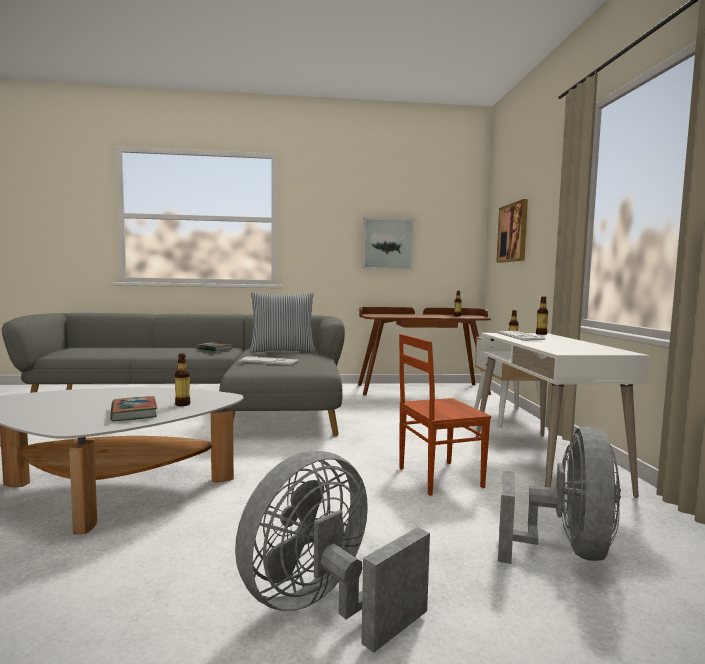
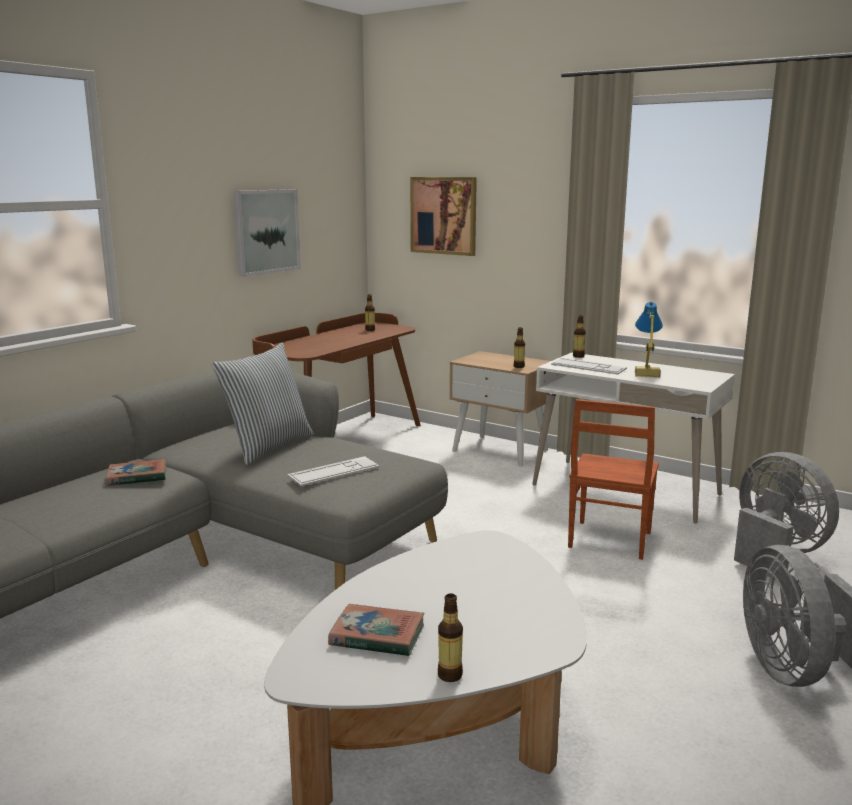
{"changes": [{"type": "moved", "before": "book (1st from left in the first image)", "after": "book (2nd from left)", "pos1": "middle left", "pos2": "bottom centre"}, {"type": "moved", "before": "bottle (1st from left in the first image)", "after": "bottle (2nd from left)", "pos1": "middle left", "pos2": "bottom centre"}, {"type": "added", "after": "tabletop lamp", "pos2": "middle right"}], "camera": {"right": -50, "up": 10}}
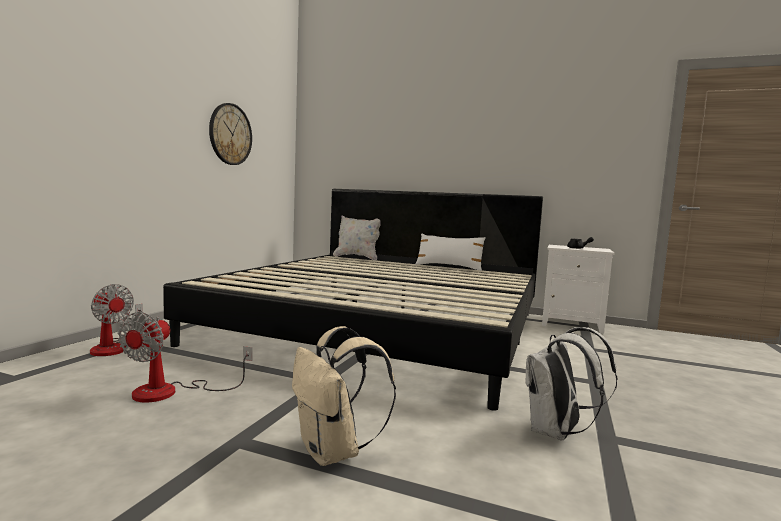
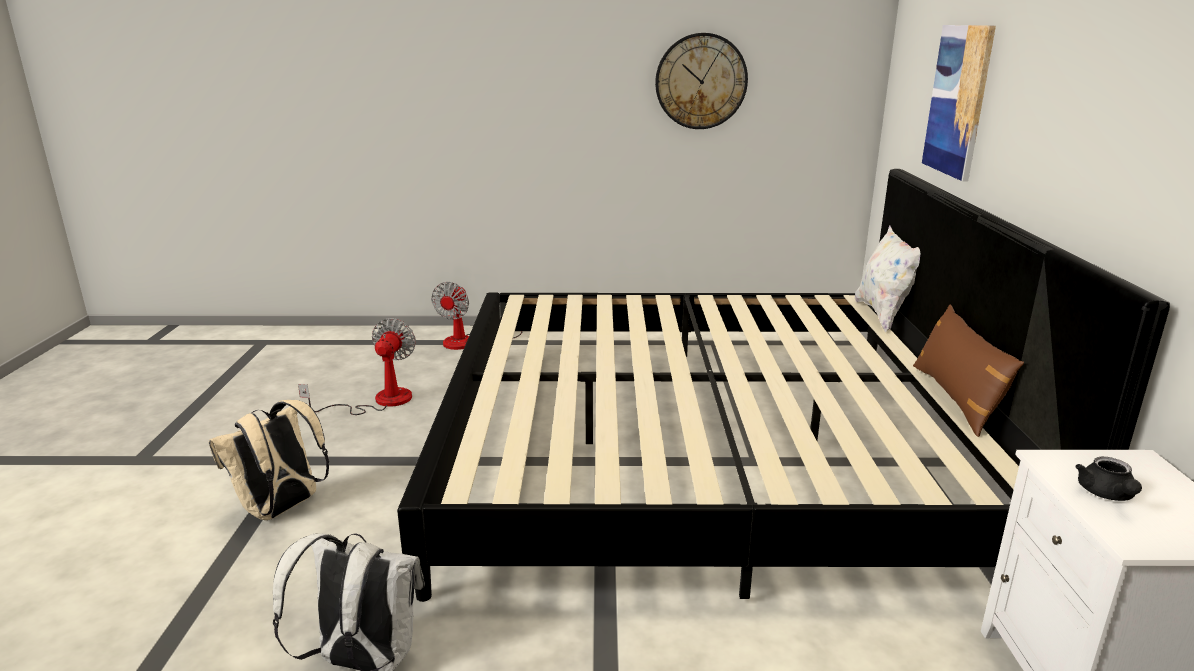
{"changes": [{"type": "turned", "before": "electric fan (2nd from left in the first image)", "pos1": "bottom left", "pos2": "middle left", "turn": 105}, {"type": "recoloured", "before": "pillow/whitish (2nd from left)", "after": "pillow/brownish", "pos1": "centre", "pos2": "middle right"}, {"type": "added", "after": "wall art", "pos2": "top right"}], "camera": {"right": 70, "up": 15}}
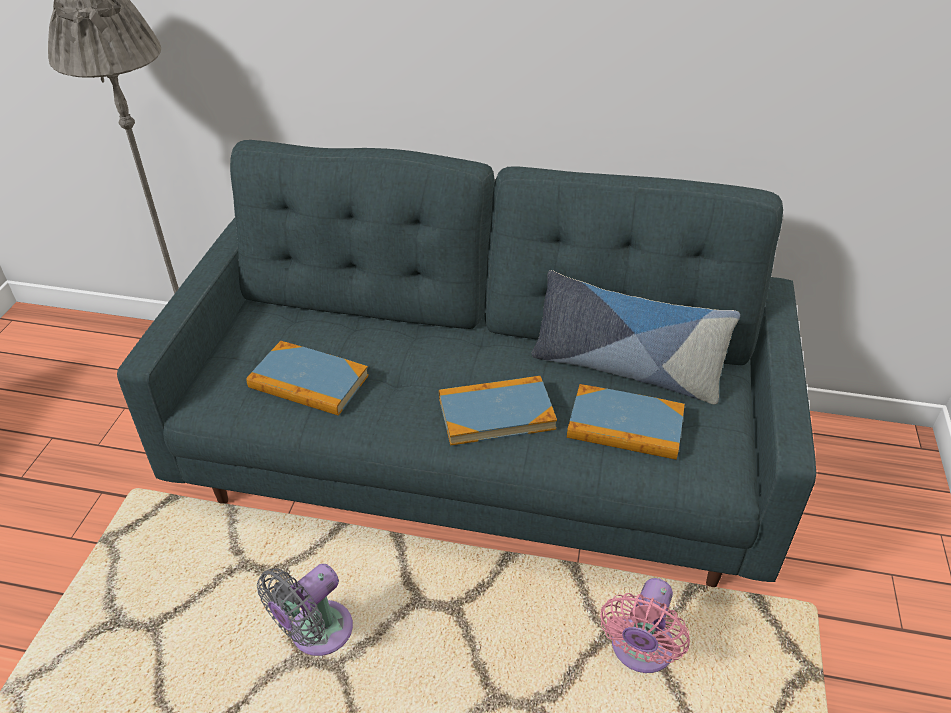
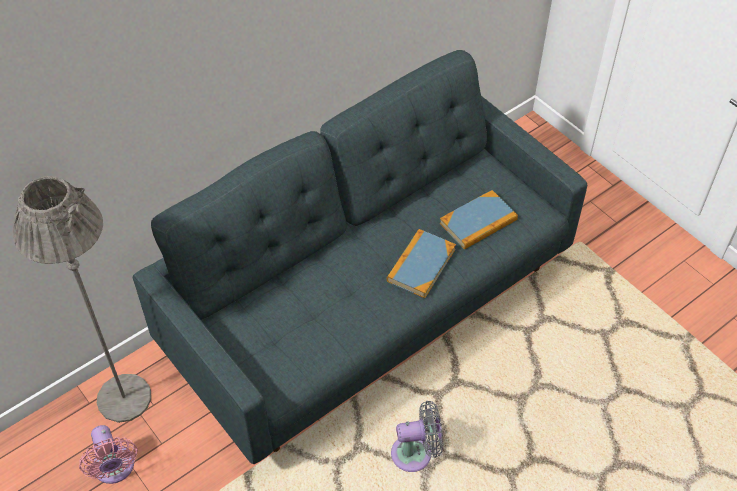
{"changes": [{"type": "removed", "before": "book (1st from left)", "pos1": "middle left"}, {"type": "turned", "before": "electric fan/gray", "pos1": "bottom left", "pos2": "bottom centre", "turn": -90}, {"type": "removed", "before": "pillow", "pos1": "middle right"}, {"type": "moved", "before": "electric fan/pinkish", "pos1": "bottom right", "pos2": "bottom left"}], "camera": {"right": -50, "up": 10}}
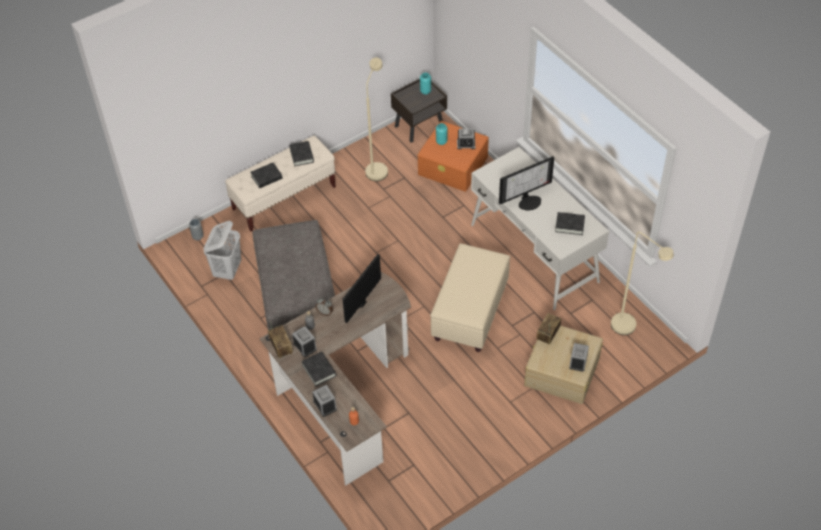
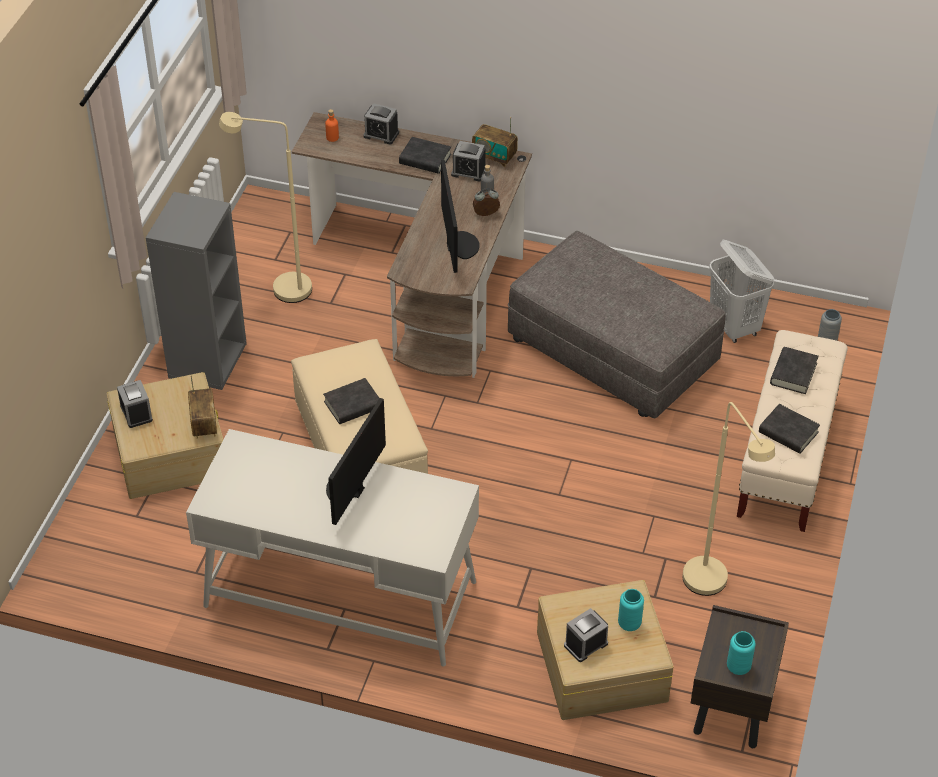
{"changes": [{"type": "recoloured", "before": "storage bin/orange", "after": "storage bin/sand-coloured (2nd from left)", "pos1": "top centre", "pos2": "bottom centre"}, {"type": "moved", "before": "book/black-coloured (4th from left in the first image)", "after": "book/black-coloured (1st from left)", "pos1": "middle right", "pos2": "centre"}, {"type": "moved", "before": "standard lamp/sand-coloured (2nd from left in the first image)", "after": "standard lamp/sand-coloured (1st from left)", "pos1": "middle right", "pos2": "top left"}, {"type": "added", "after": "shelving unit/gray", "pos2": "middle left"}], "camera": {"right": 140, "up": -5}}
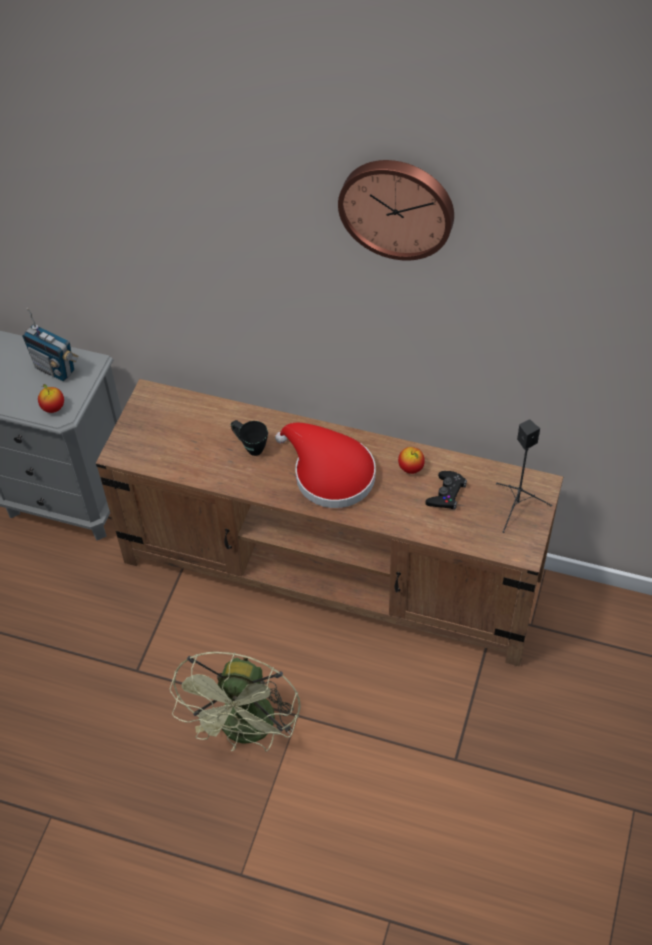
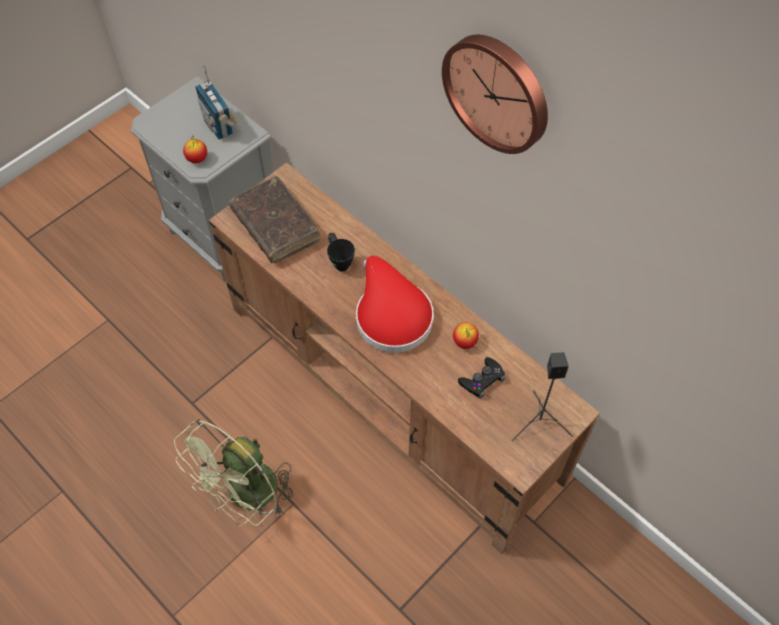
{"changes": [{"type": "added", "after": "book/brownish", "pos2": "centre"}], "camera": {"right": 25, "up": 5}}
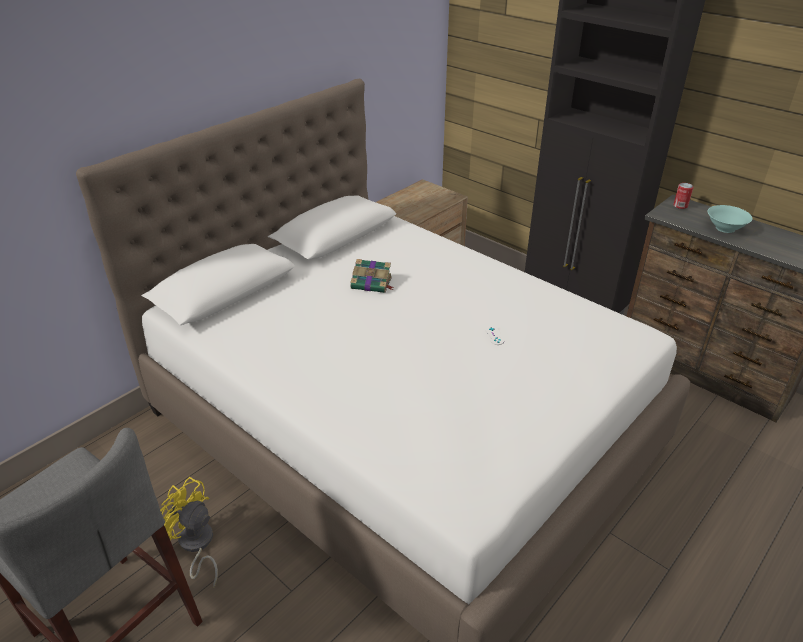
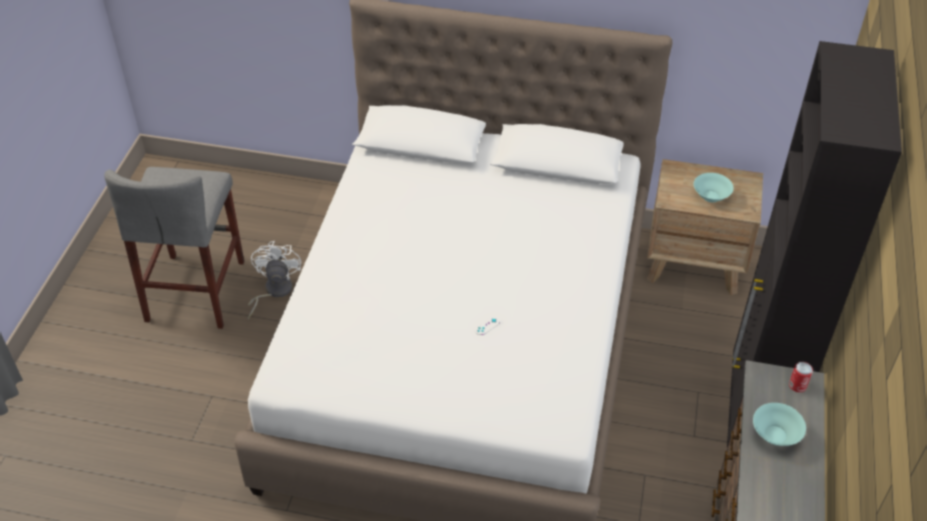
{"changes": [{"type": "recoloured", "before": "electric fan/yellowish", "after": "electric fan/whitish", "pos1": "bottom left", "pos2": "middle left"}, {"type": "removed", "before": "book", "pos1": "centre"}, {"type": "added", "after": "serving bowl/blue-green (1st from left)", "pos2": "middle right"}], "camera": {"right": 60, "up": 10}}
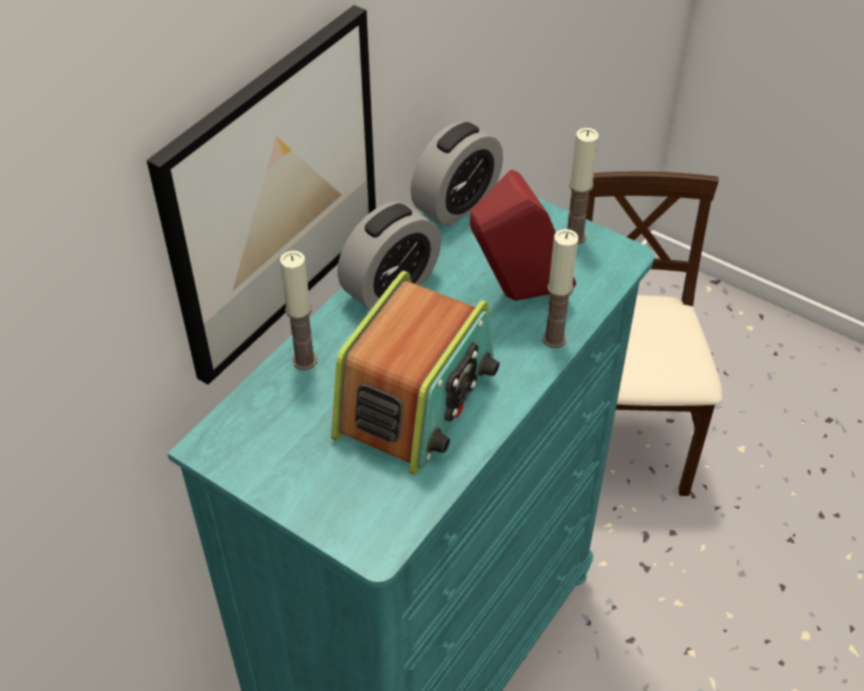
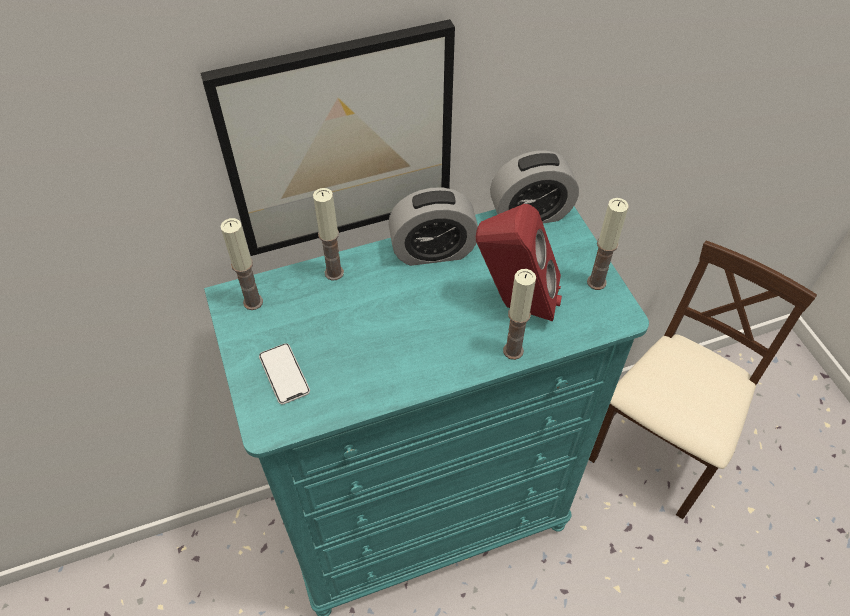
{"changes": [{"type": "removed", "before": "radio", "pos1": "centre"}, {"type": "added", "after": "candle (1st from left)", "pos2": "middle left"}, {"type": "added", "after": "handset", "pos2": "centre"}], "camera": {"right": 35, "up": 5}}
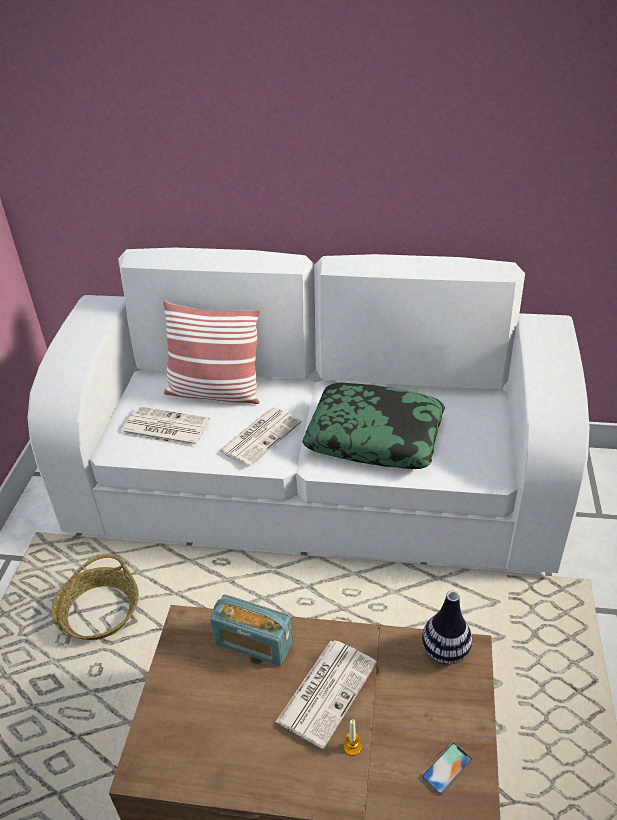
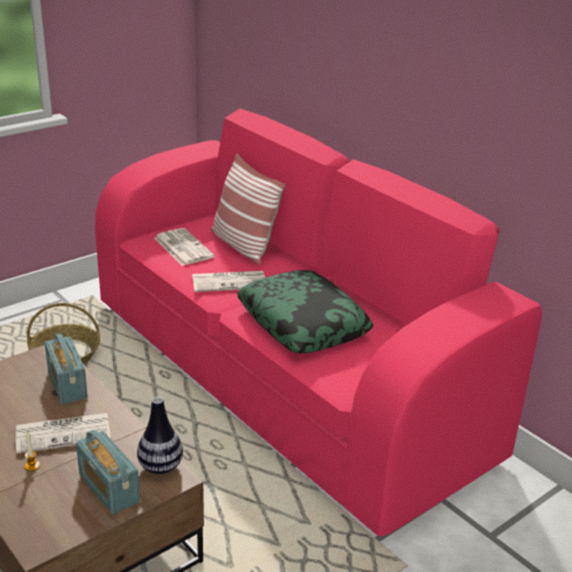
{"changes": [{"type": "recoloured", "before": "settee/whitish", "after": "settee/pinkish", "pos1": "centre", "pos2": "centre"}, {"type": "removed", "before": "handset", "pos1": "bottom right"}, {"type": "added", "after": "radio (2nd from left)", "pos2": "bottom left"}], "camera": {"right": 40, "up": -10}}
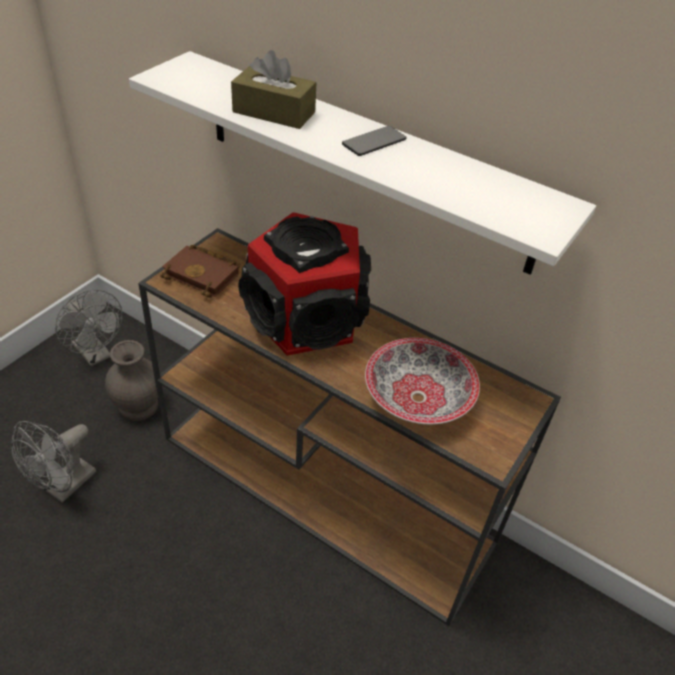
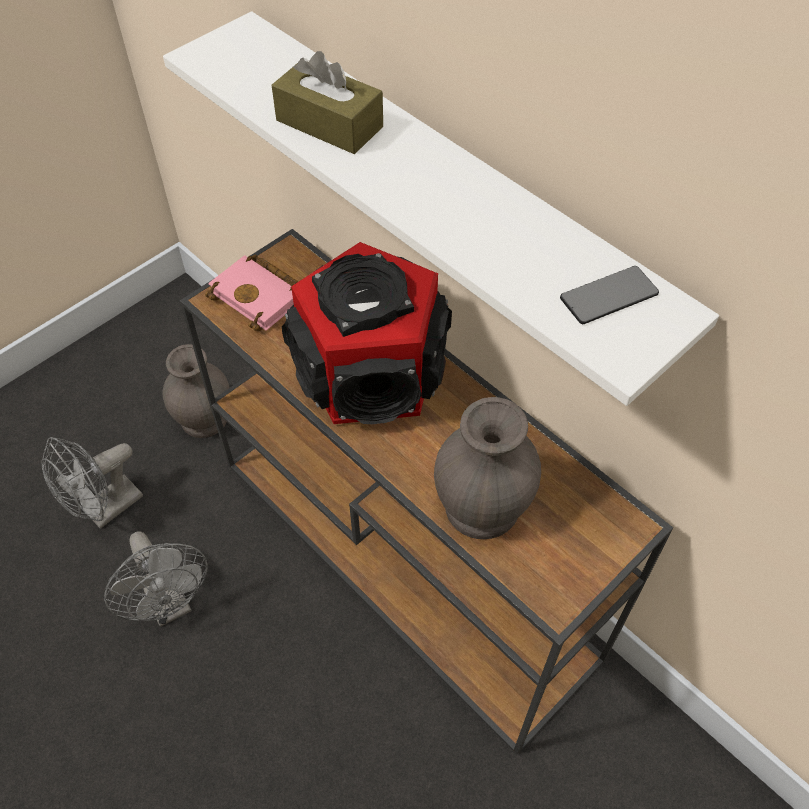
{"changes": [{"type": "moved", "before": "electric fan/gray (2nd from left)", "pos1": "middle left", "pos2": "bottom left"}, {"type": "recoloured", "before": "book/brownish", "after": "book/pinkish", "pos1": "middle left", "pos2": "middle left"}, {"type": "moved", "before": "handset", "pos1": "top centre", "pos2": "middle right"}, {"type": "replaced", "before": "serving bowl", "after": "decorative vase/gray (2nd from left)", "pos1": "centre", "pos2": "centre"}], "camera": {"right": 15, "up": 10}}
